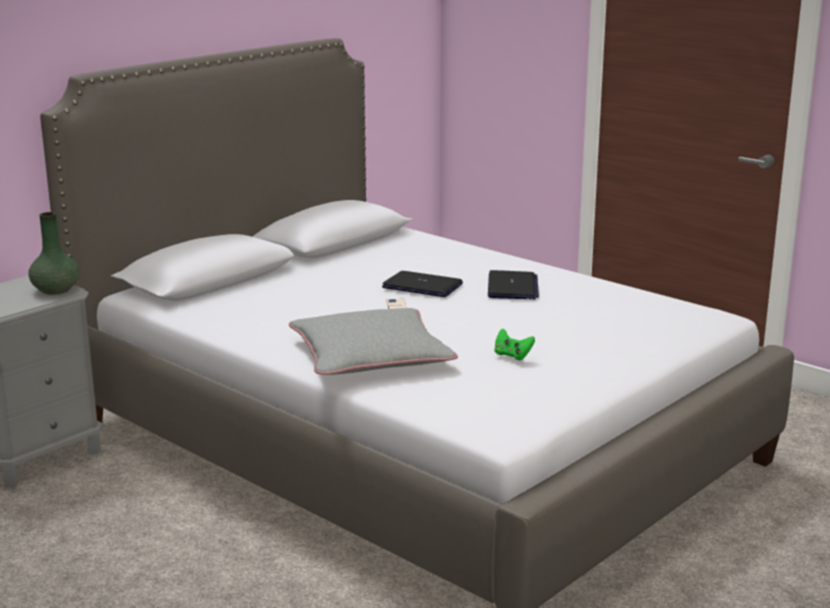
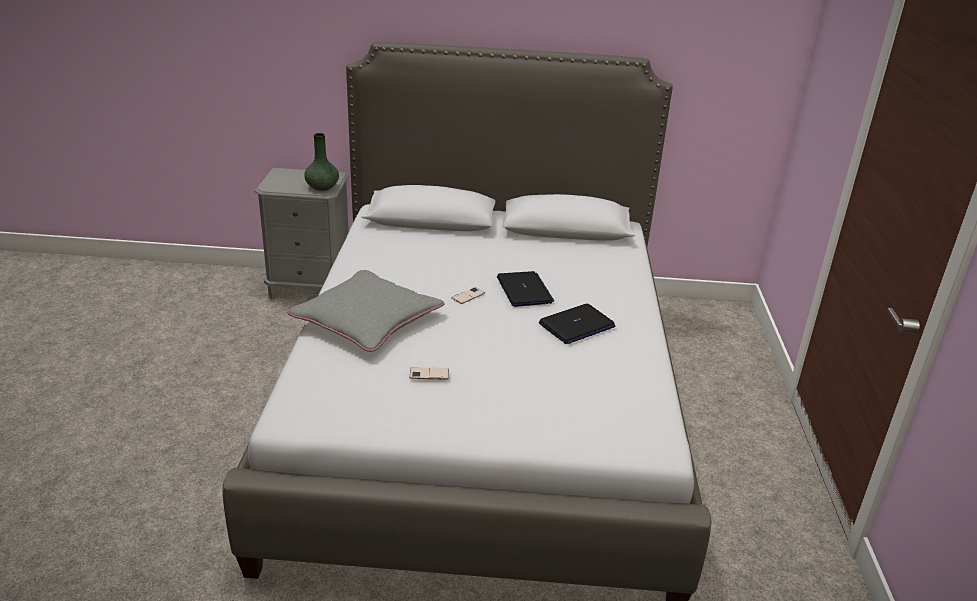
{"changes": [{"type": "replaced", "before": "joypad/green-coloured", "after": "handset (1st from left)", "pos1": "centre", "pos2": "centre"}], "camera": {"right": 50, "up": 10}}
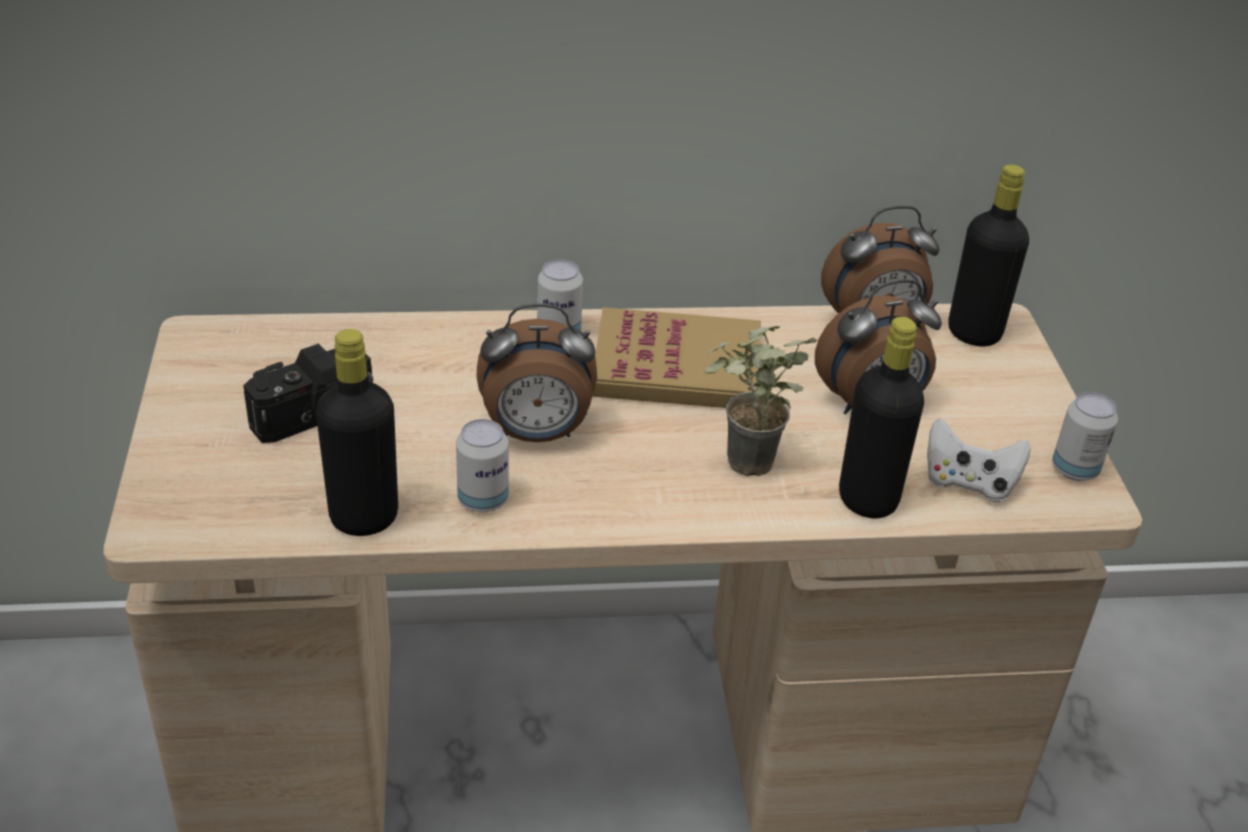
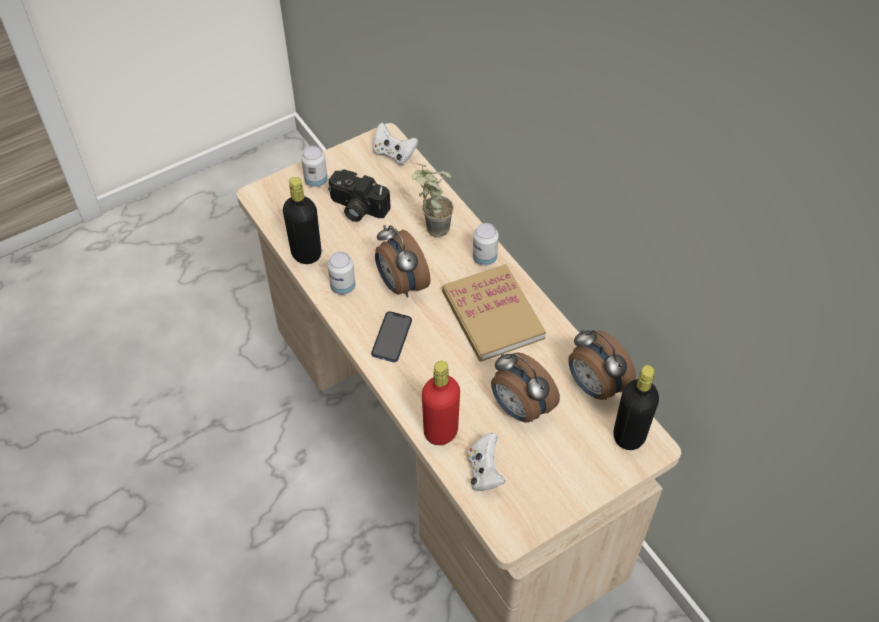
{"changes": [{"type": "moved", "before": "plant in a pot", "pos1": "centre", "pos2": "top centre"}, {"type": "recoloured", "before": "bottle/black-coloured (2nd from left)", "after": "bottle/reddish", "pos1": "middle right", "pos2": "centre"}, {"type": "moved", "before": "can (3rd from left in the first image)", "after": "can (1st from left)", "pos1": "middle right", "pos2": "top centre"}, {"type": "added", "after": "handset", "pos2": "centre"}, {"type": "added", "after": "joypad/whitish (1st from left)", "pos2": "top centre"}], "camera": {"right": 65, "up": 15}}
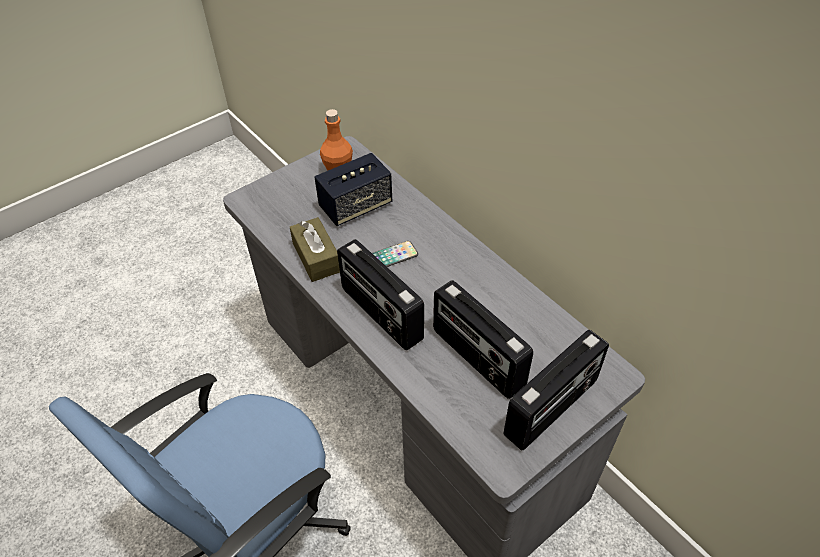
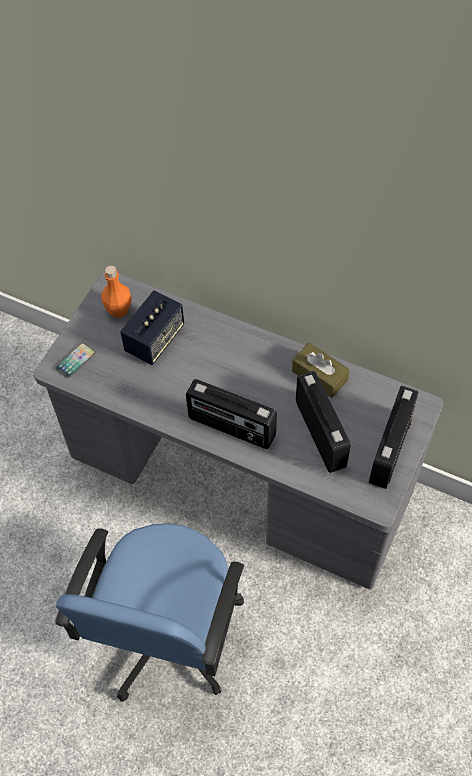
{"changes": [{"type": "moved", "before": "tissue box/brownish", "pos1": "centre", "pos2": "middle right"}, {"type": "moved", "before": "handset", "pos1": "centre", "pos2": "middle left"}, {"type": "turned", "before": "radio (2nd from left)", "pos1": "centre", "pos2": "middle right", "turn": -135}], "camera": {"right": -25, "up": 10}}
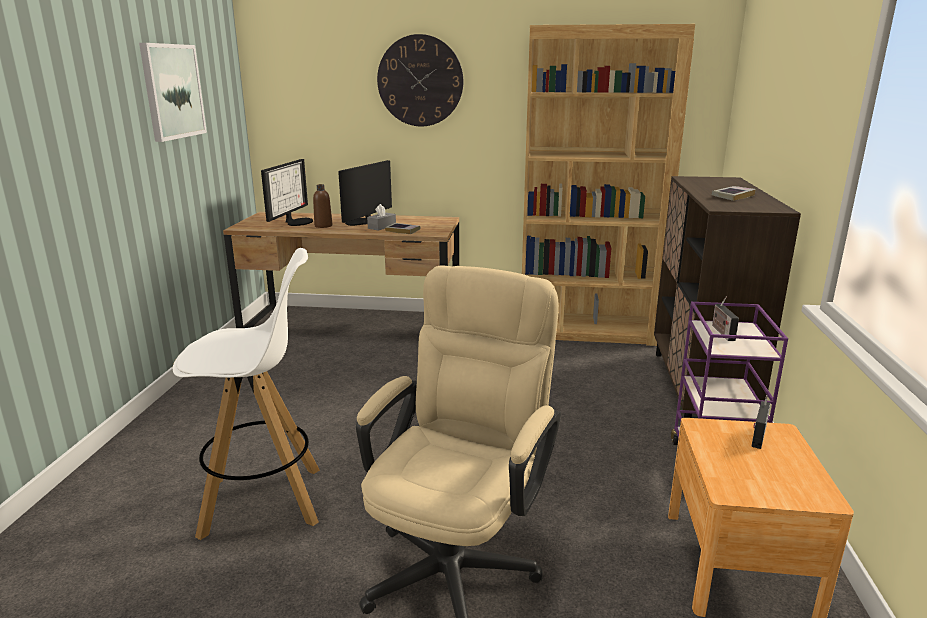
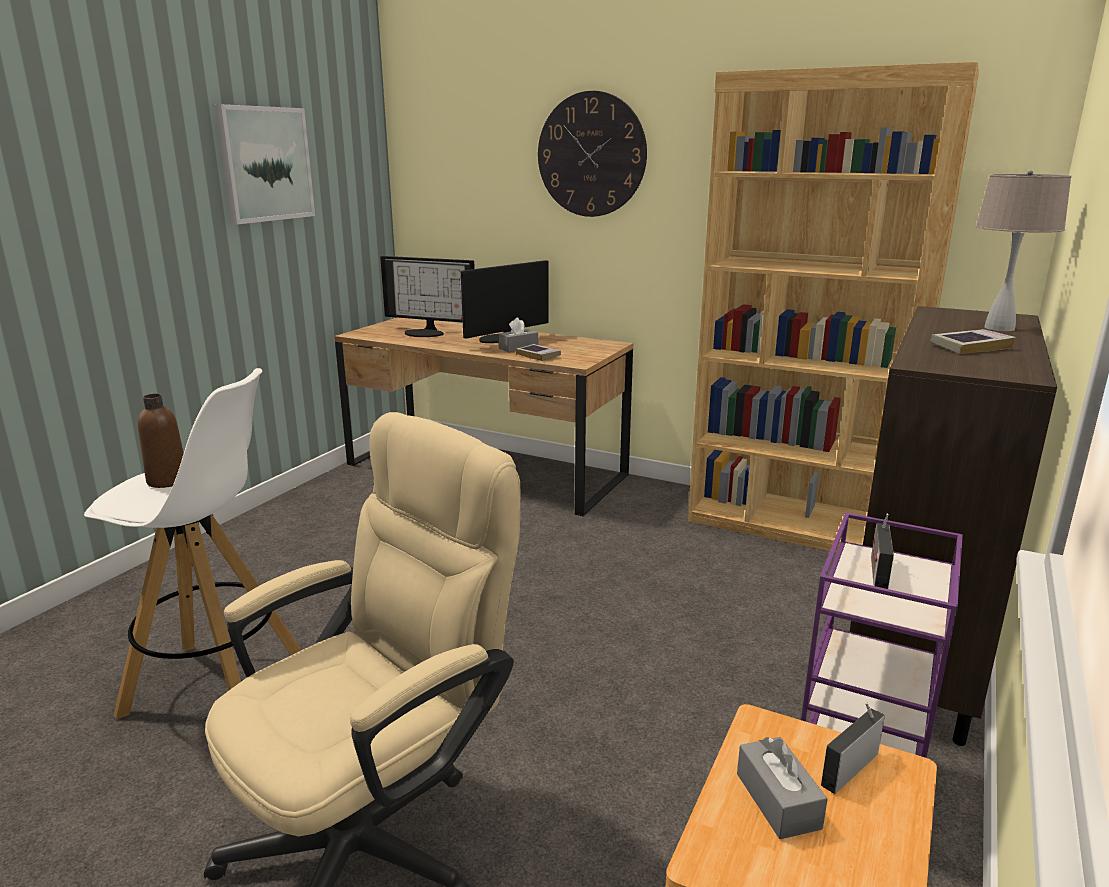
{"changes": [{"type": "turned", "before": "computer display (1st from left)", "pos1": "top left", "pos2": "centre", "turn": 75}, {"type": "moved", "before": "bottle/brownish", "pos1": "centre", "pos2": "middle left"}, {"type": "added", "after": "tissue box/gray (2nd from left)", "pos2": "bottom right"}, {"type": "added", "after": "tabletop lamp/sand-coloured", "pos2": "top right"}], "camera": {"right": 20, "up": 0}}
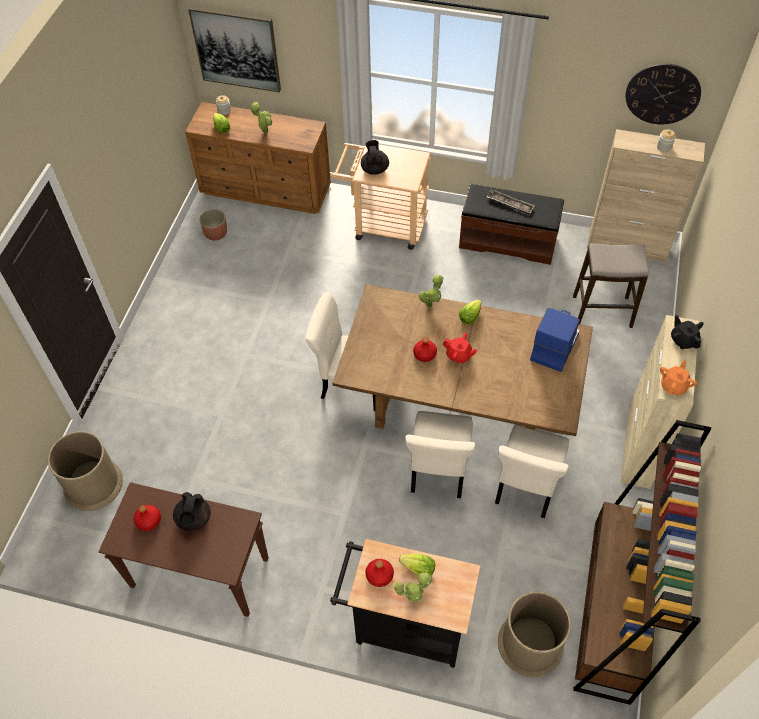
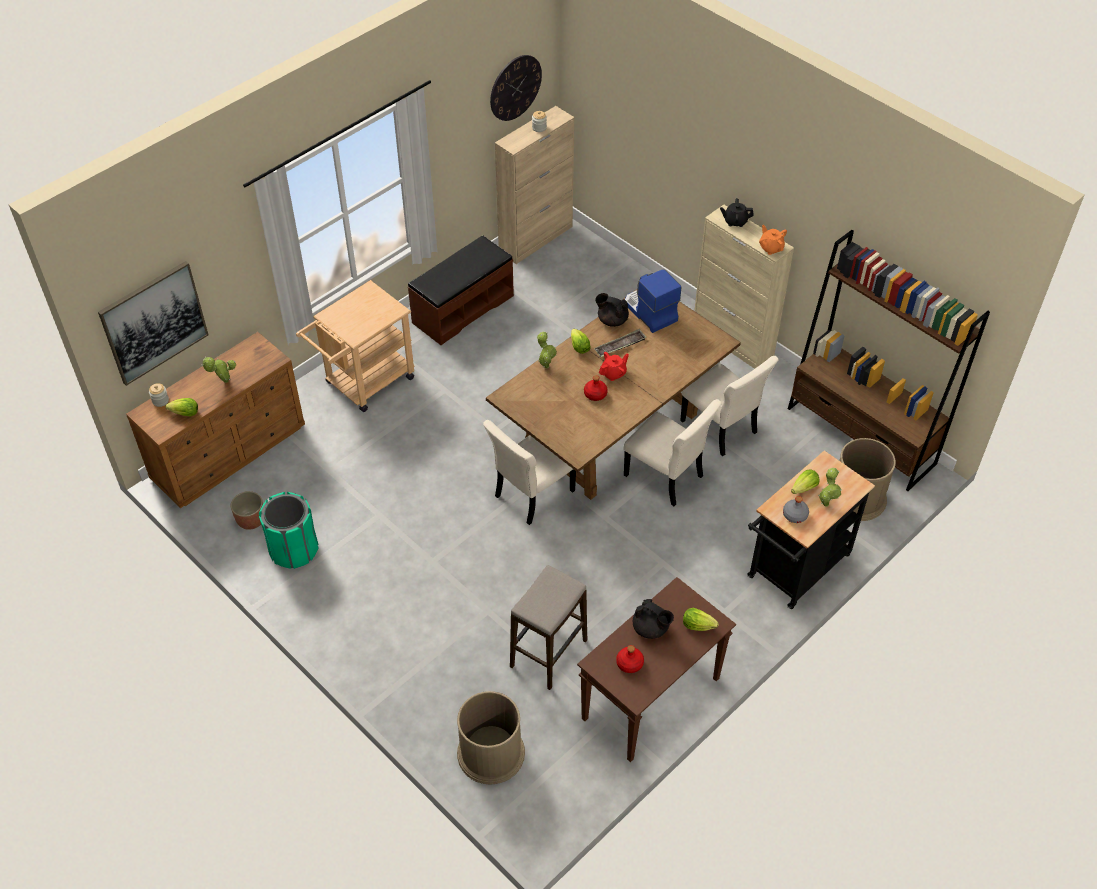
{"changes": [{"type": "moved", "before": "tea pot/black-coloured (2nd from left in the first image)", "after": "tea pot/black-coloured (1st from left)", "pos1": "top centre", "pos2": "centre"}, {"type": "recoloured", "before": "bottle/reddish (2nd from left)", "after": "bottle/gray", "pos1": "bottom centre", "pos2": "middle right"}, {"type": "moved", "before": "carrying tray", "pos1": "top right", "pos2": "centre"}, {"type": "moved", "before": "sitting stool", "pos1": "middle right", "pos2": "bottom centre"}, {"type": "added", "after": "waste bin/green-coloured", "pos2": "middle left"}, {"type": "added", "after": "lettuce head (3rd from left)", "pos2": "bottom centre"}], "camera": {"right": -60, "up": -5}}
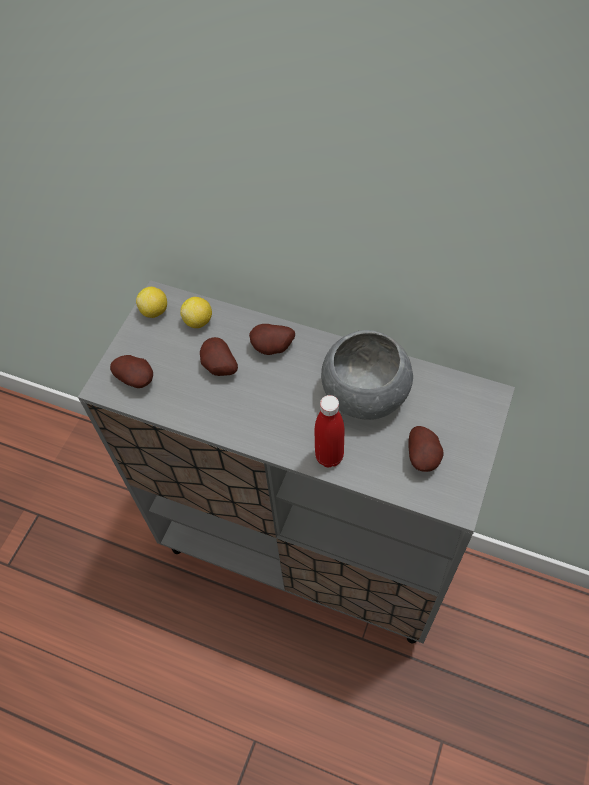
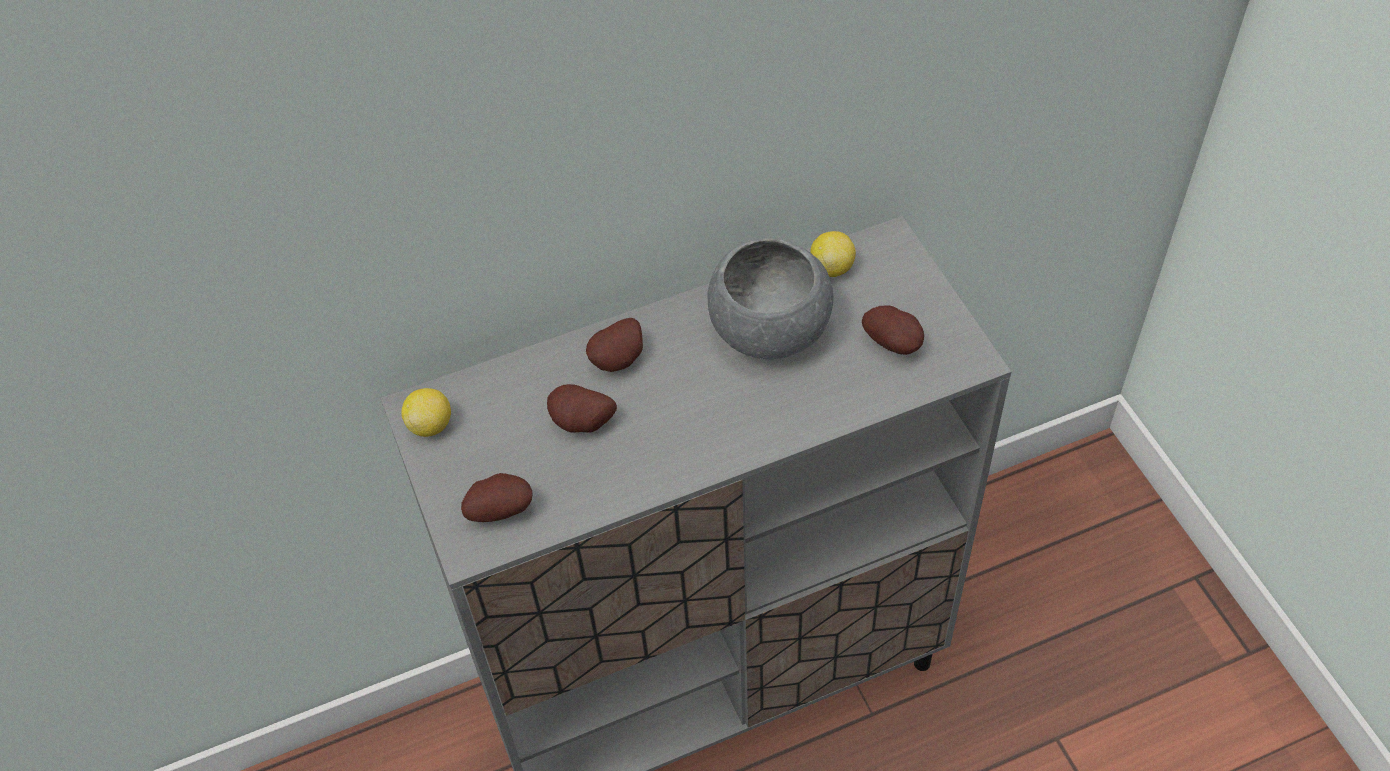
{"changes": [{"type": "moved", "before": "whole lemon (2nd from left)", "pos1": "middle left", "pos2": "top centre"}, {"type": "removed", "before": "bottle/reddish", "pos1": "centre"}], "camera": {"right": -45, "up": -5}}
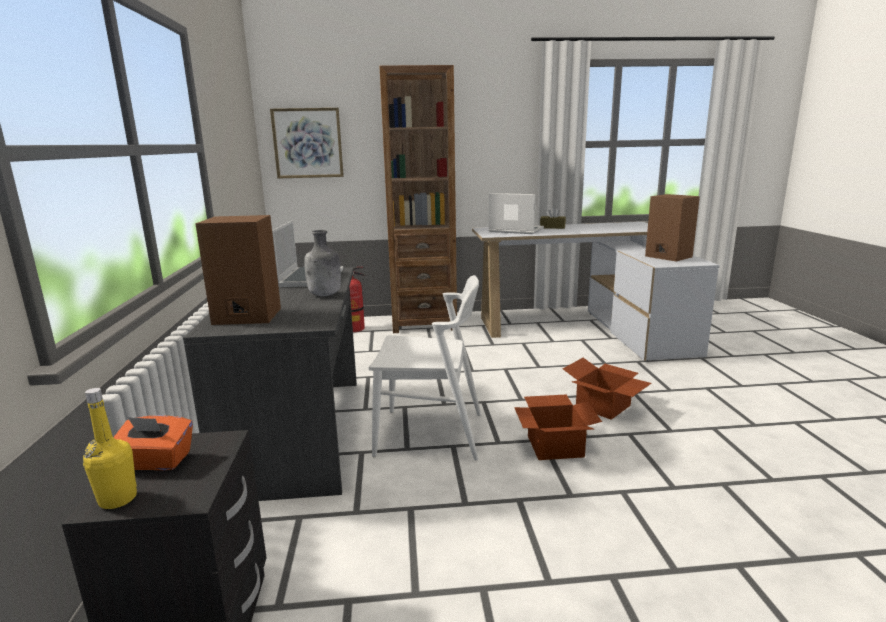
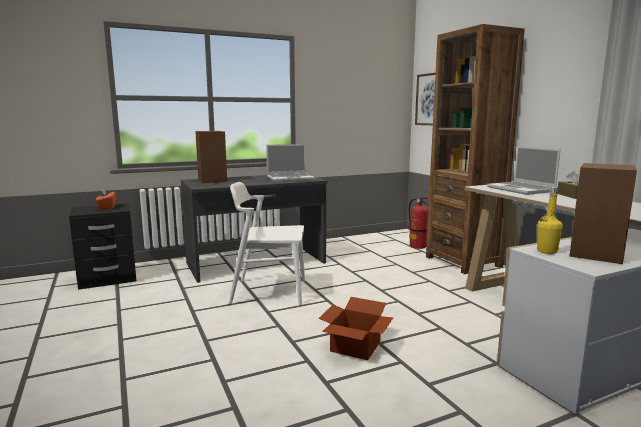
{"changes": [{"type": "moved", "before": "bottle/yellowish", "pos1": "bottom left", "pos2": "middle right"}, {"type": "removed", "before": "bottle/gray", "pos1": "centre"}, {"type": "turned", "before": "plain chair/whitish", "pos1": "centre", "pos2": "centre", "turn": 105}, {"type": "turned", "before": "notebook computer (2nd from left)", "pos1": "centre", "pos2": "middle right", "turn": 150}, {"type": "removed", "before": "packing box (1st from left)", "pos1": "bottom centre"}], "camera": {"right": 70, "up": -5}}
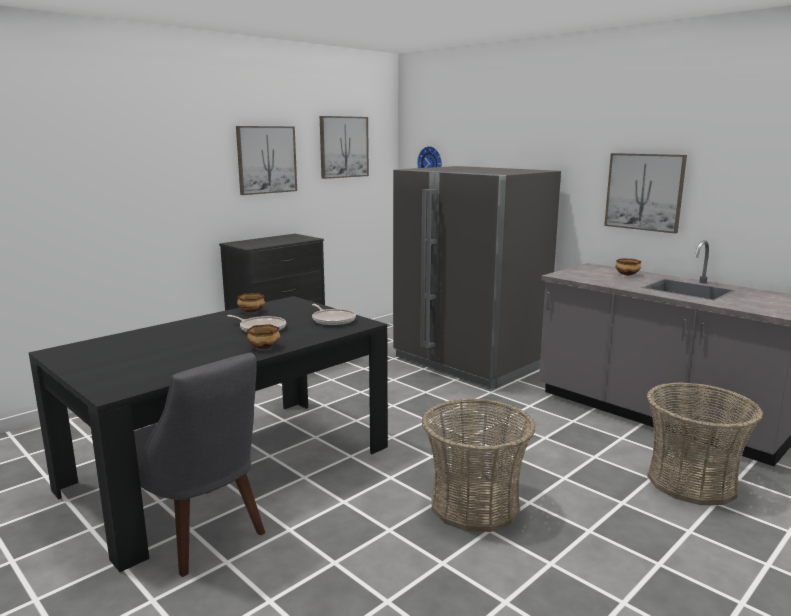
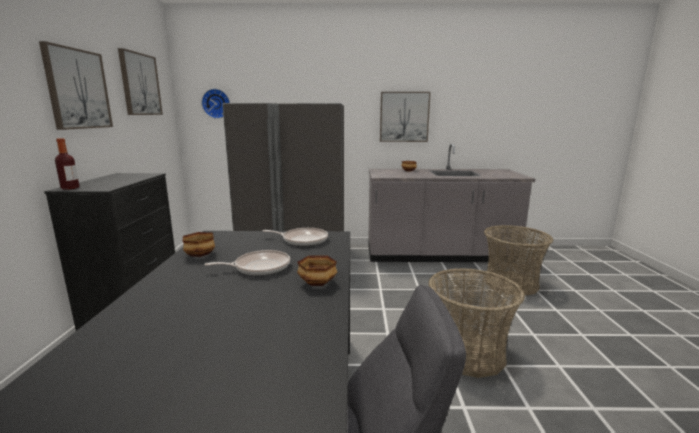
{"changes": [{"type": "added", "after": "bottle", "pos2": "middle left"}], "camera": {"right": -45, "up": 0}}
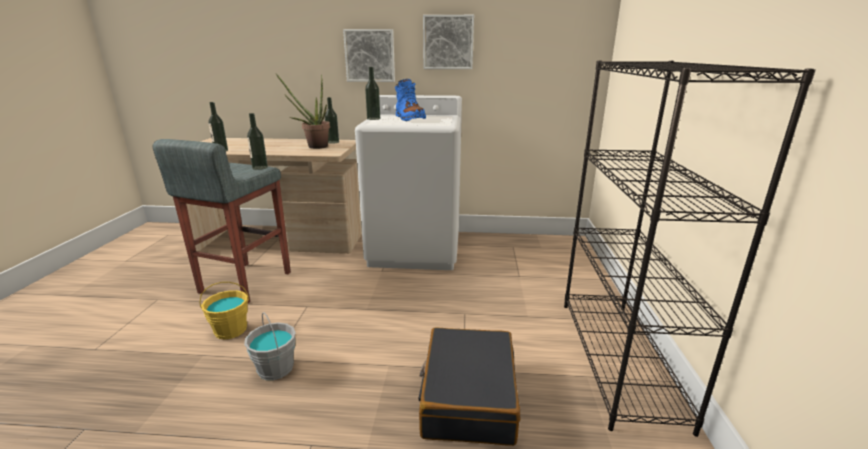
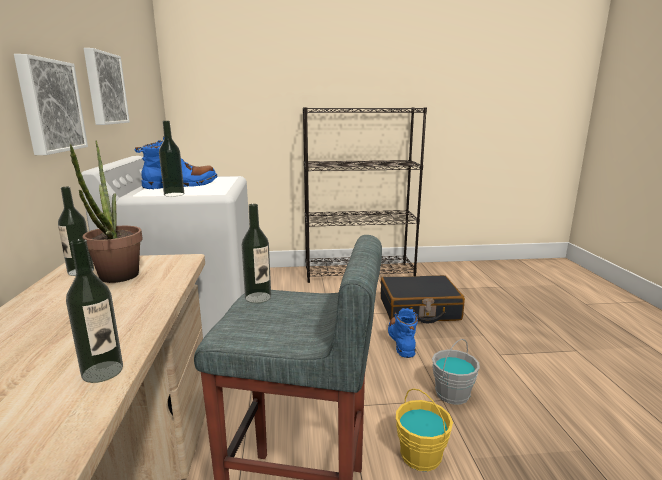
{"changes": [{"type": "added", "after": "tall boot/bluish (2nd from left)", "pos2": "bottom centre"}], "camera": {"right": -100, "up": -5}}
